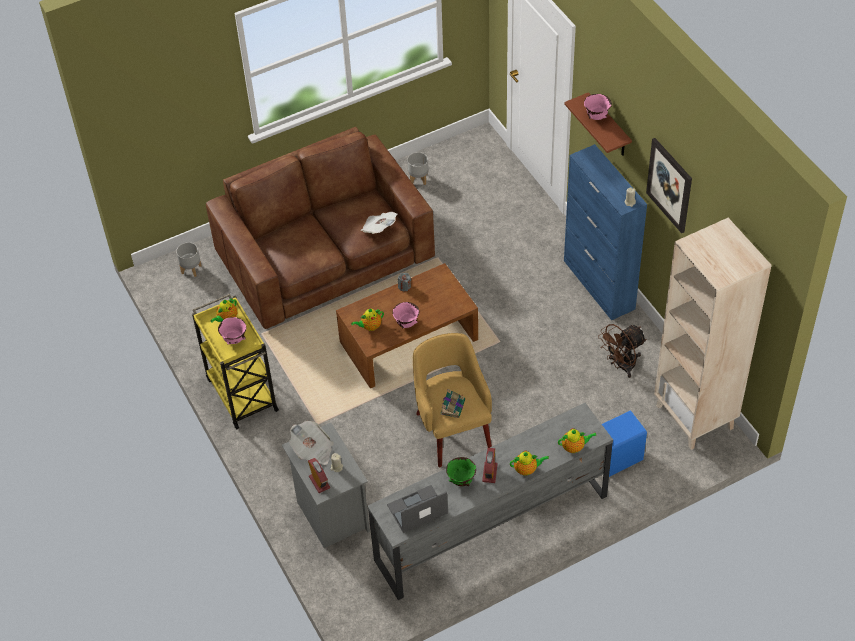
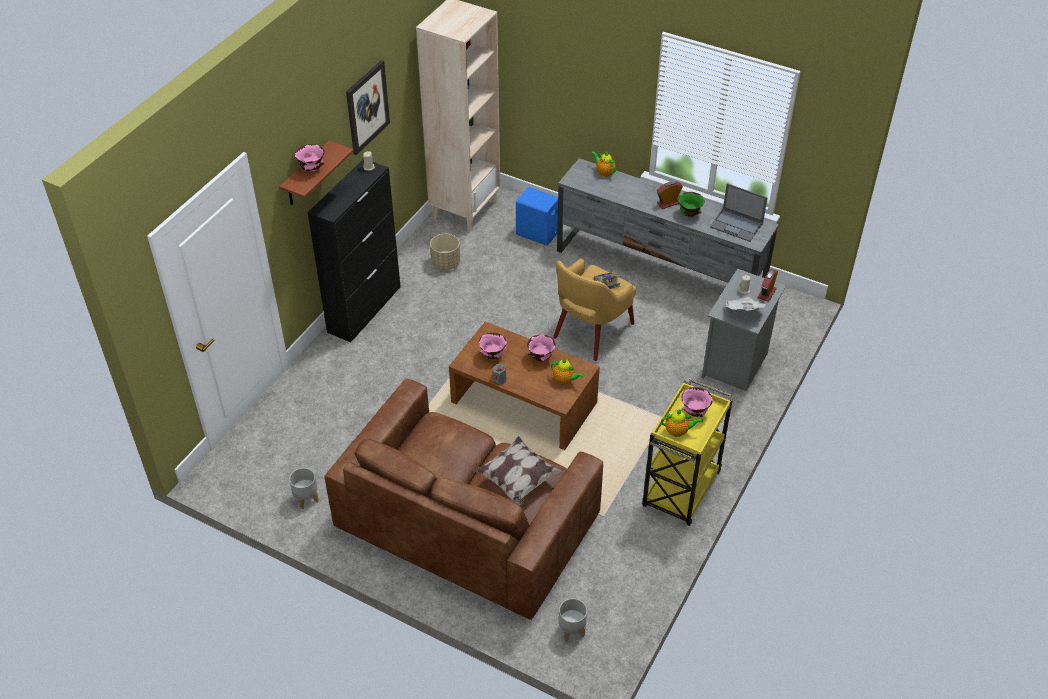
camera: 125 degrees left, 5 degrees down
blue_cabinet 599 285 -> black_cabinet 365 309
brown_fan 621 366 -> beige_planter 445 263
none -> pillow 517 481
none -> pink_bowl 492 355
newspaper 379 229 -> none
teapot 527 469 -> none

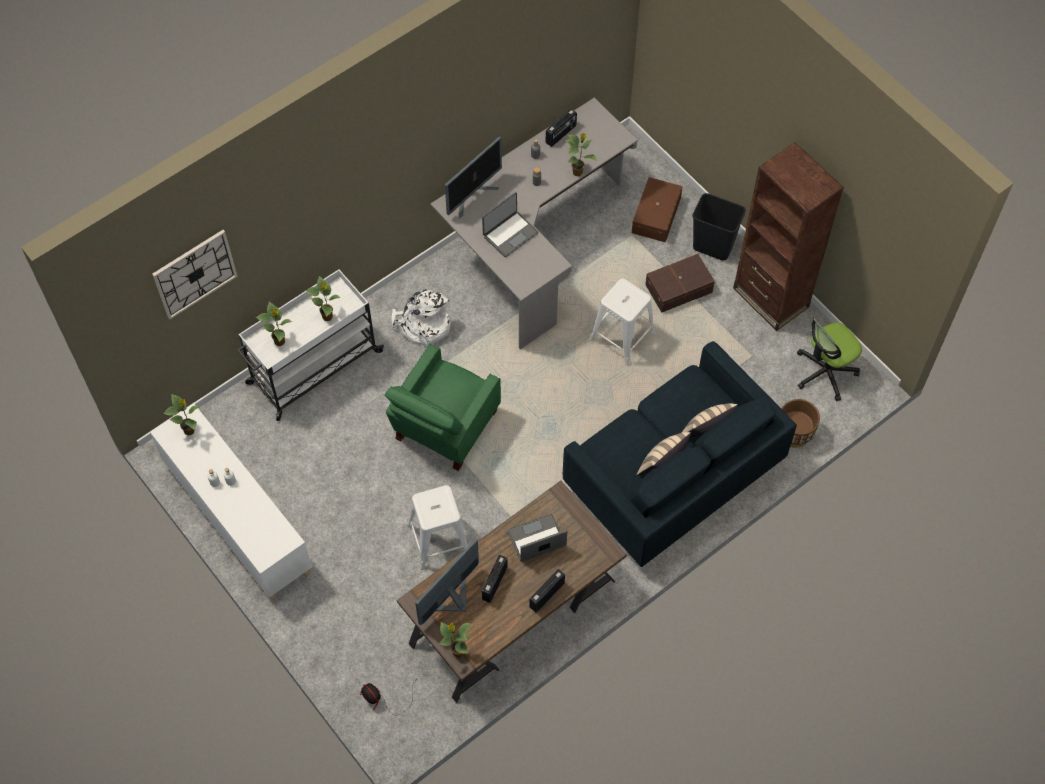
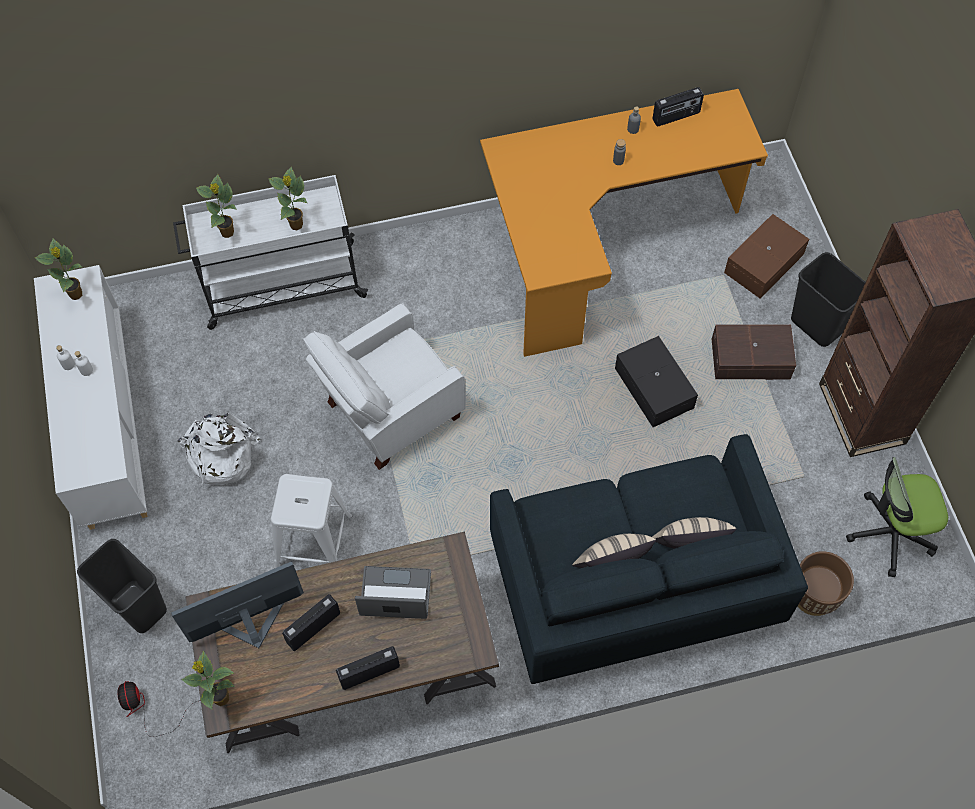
camera: 25 degrees right, 0 degrees up
none -> black_trash_can 137 607
white_backpack 423 324 -> white_backpack 220 455, moved
green_armchair 443 427 -> white_armchair 389 411
grey_desk 532 245 -> orange_desk 599 243
white_stool 622 337 -> black_storage_box 653 389
wall_clock 195 273 -> none
monitor 472 195 -> none
laptop 510 234 -> none
potted_plant 578 172 -> none

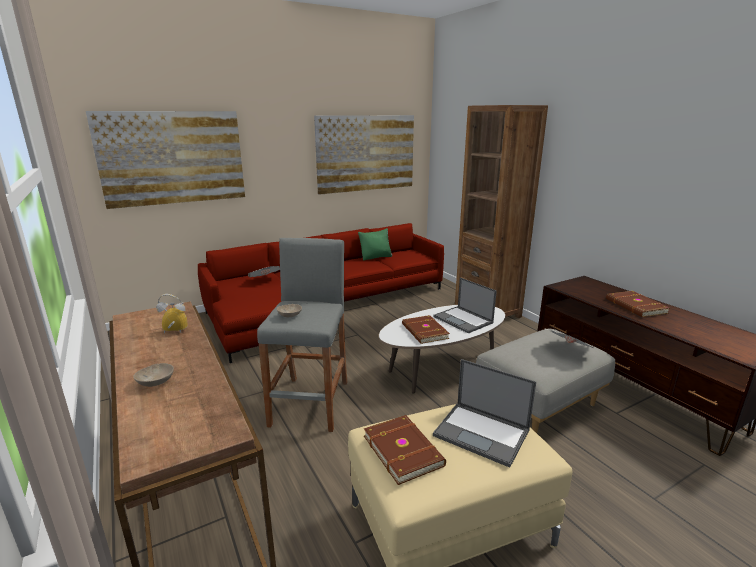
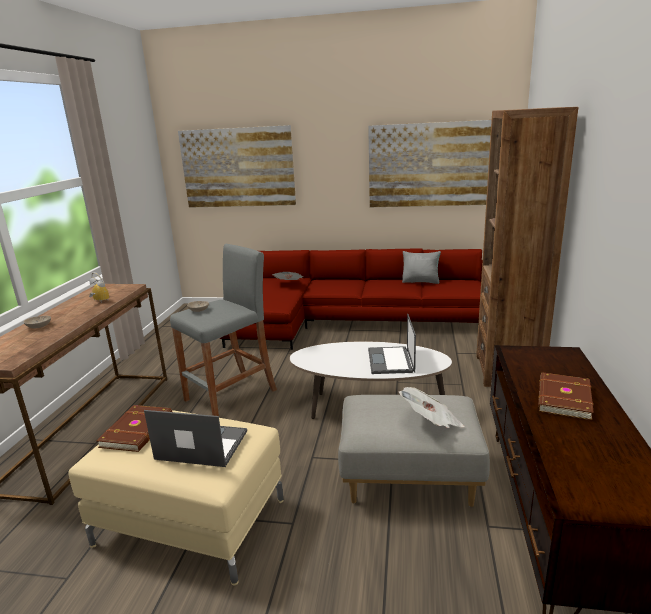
camera: 40 degrees right, 0 degrees up
laptop 482 433 -> laptop 200 445, 120 degrees clockwise
green_pillow 376 257 -> grey_pillow 421 281
brown_book 424 331 -> none

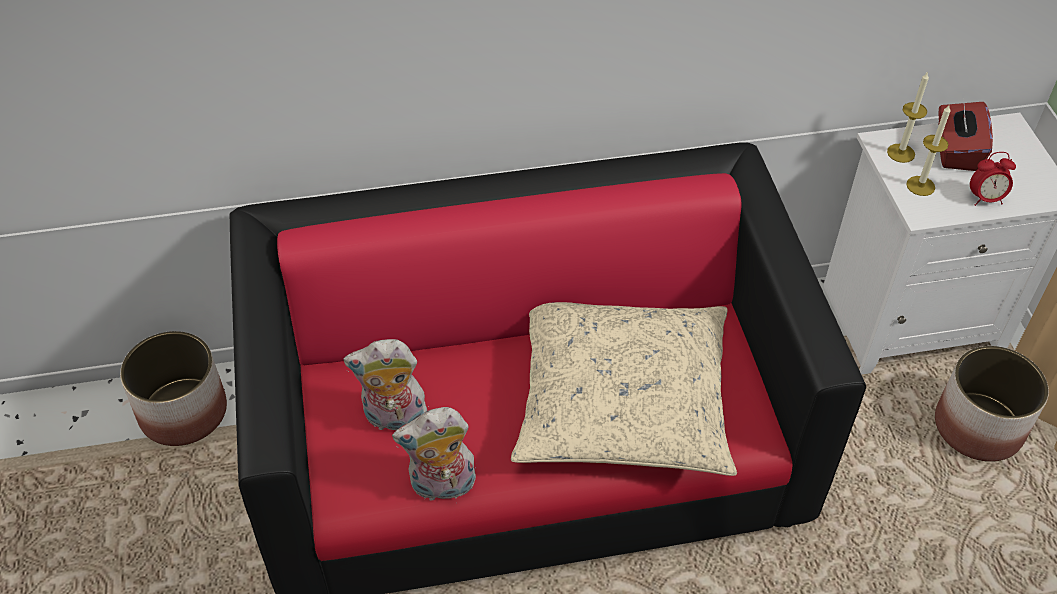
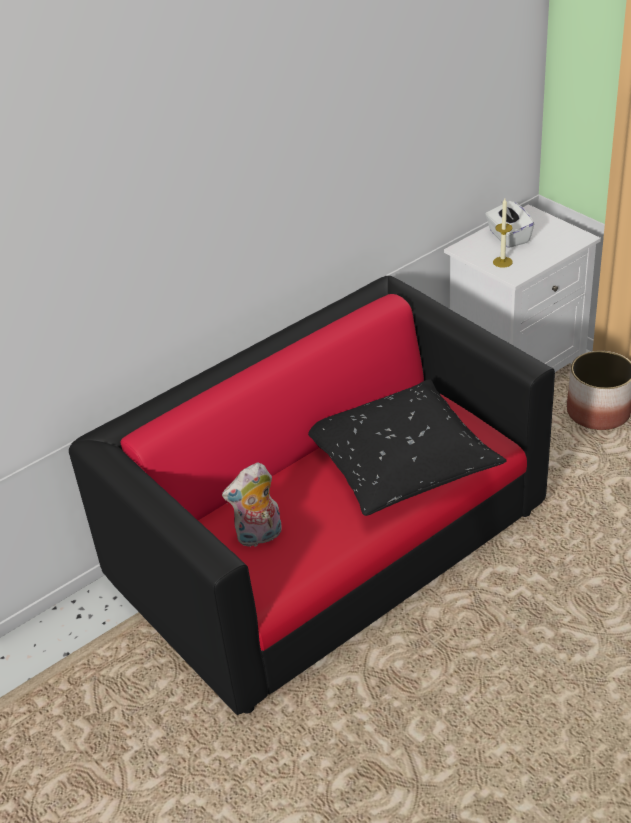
camera: 25 degrees left, 10 degrees down
beige_pillow 622 401 -> black_pillow 400 461
red_tissue_box 955 151 -> white_tissue_box 508 237
planter 184 411 -> none
plush_toy 441 487 -> none
candle 901 153 -> none
alarm_clock 985 199 -> none

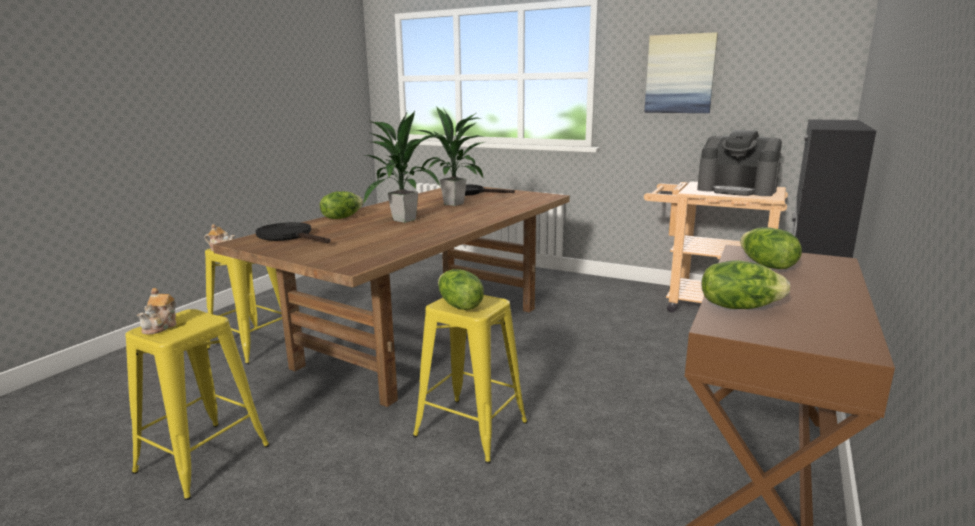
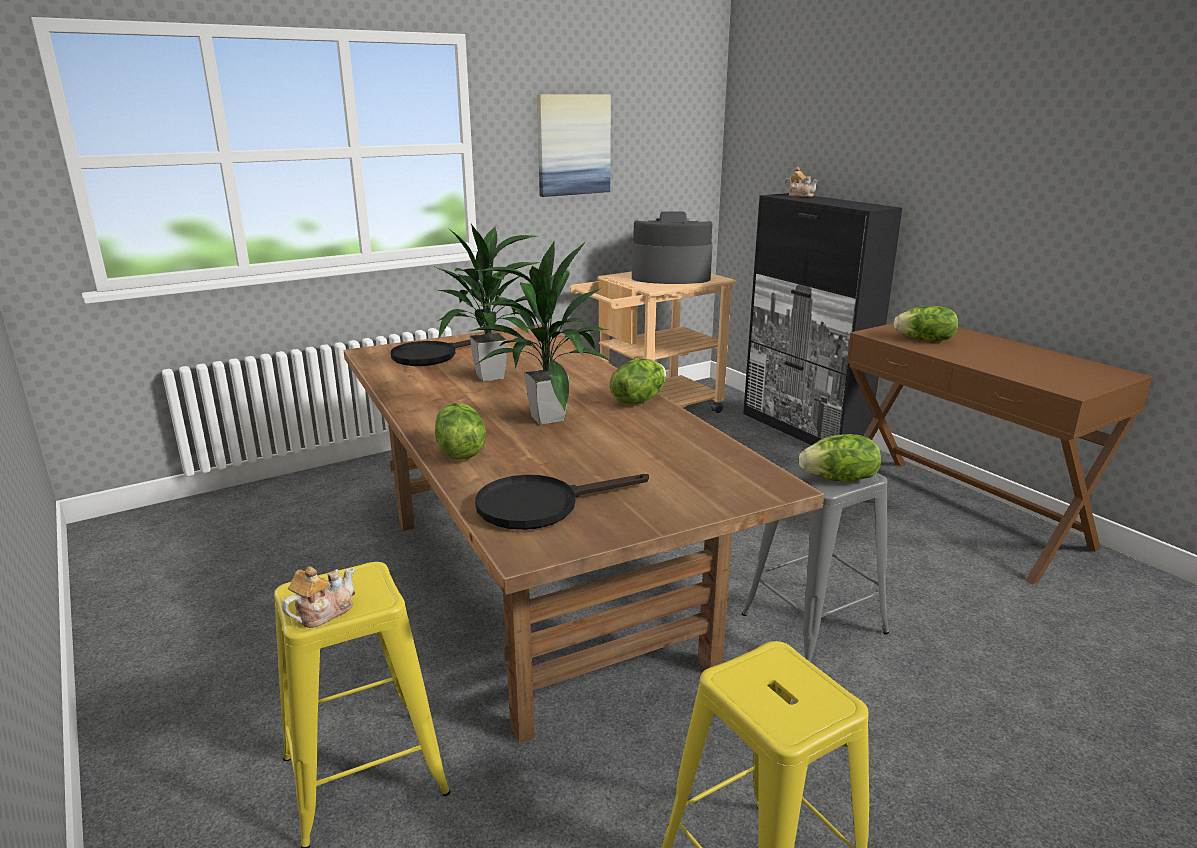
camera: 60 degrees left, 5 degrees up
lettuce 738 306 -> lettuce 638 400, moved
coffee_machine 737 190 -> coffee_machine 670 277, 150 degrees counterclockwise
yellow_stool 471 429 -> grey_stool 814 623
teapot 161 326 -> teapot 800 195, moved

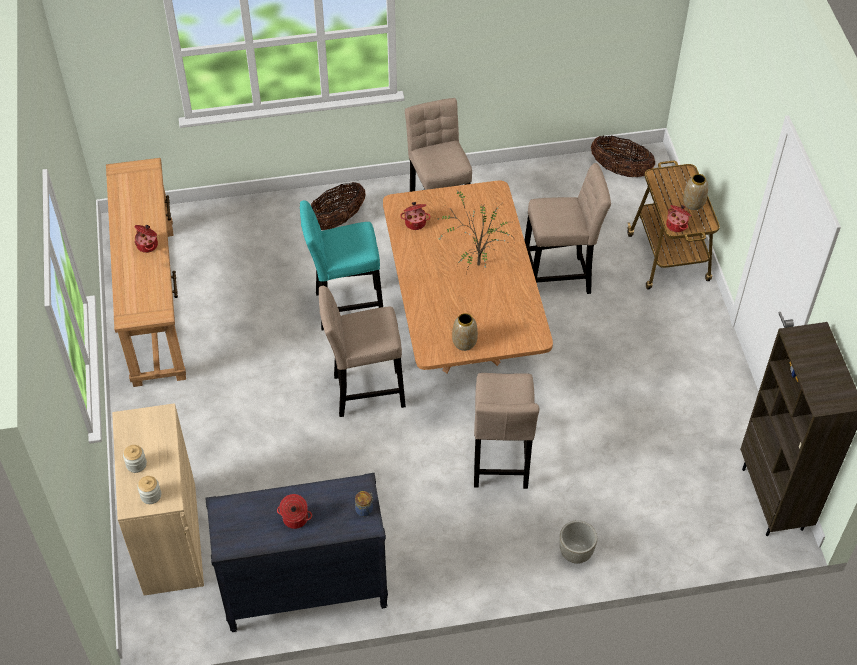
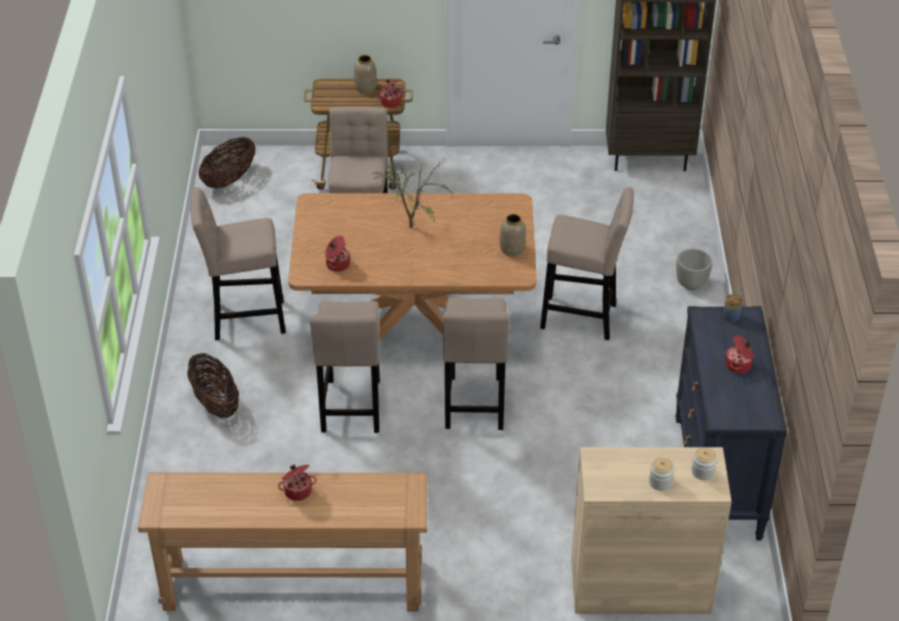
camera: 80 degrees left, 10 degrees down
turquoise_stool 345 307 -> beige_stool 351 410

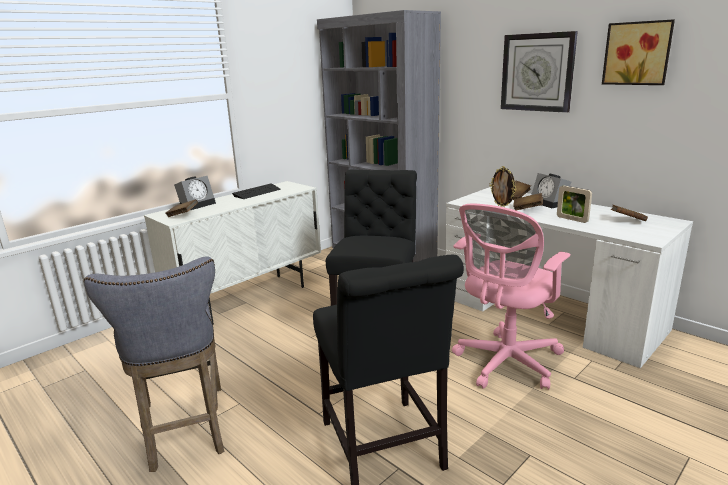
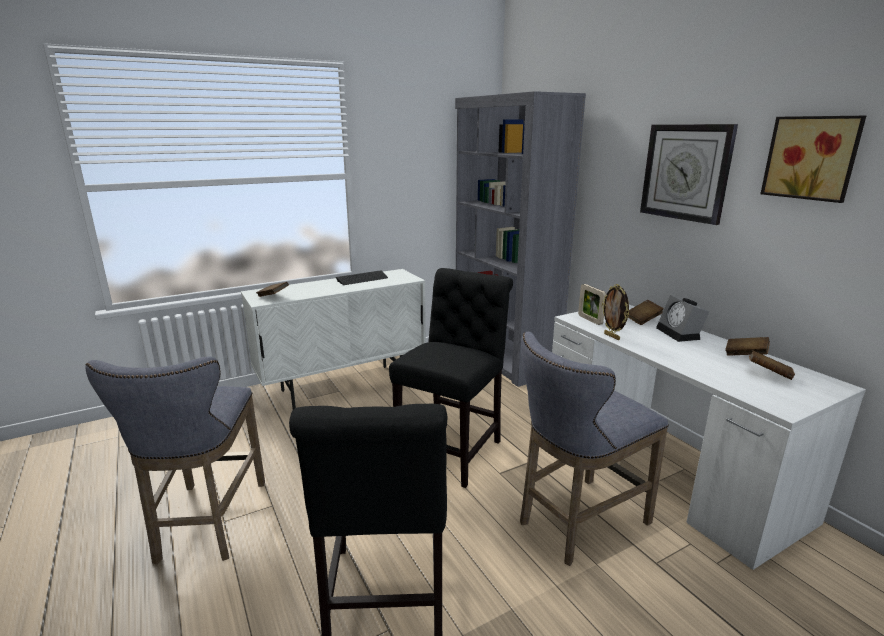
camera: 15 degrees right, 0 degrees up
pink_office_chair 505 364 -> grey_stool 577 523
picture_frame 572 219 -> picture_frame 590 320, moved
brown_book 527 209 -> brown_book 745 355, moved
alarm_clock 197 204 -> none

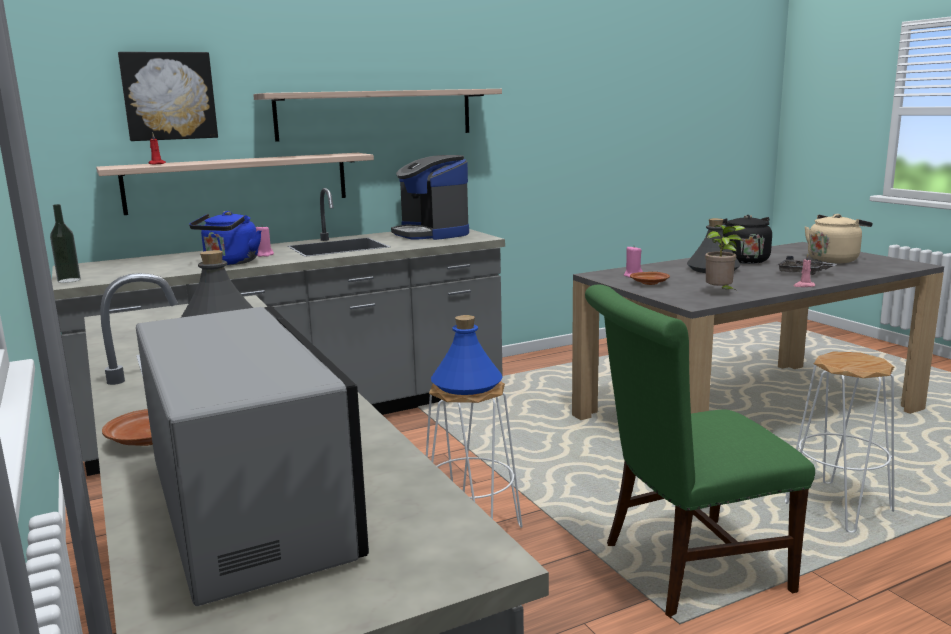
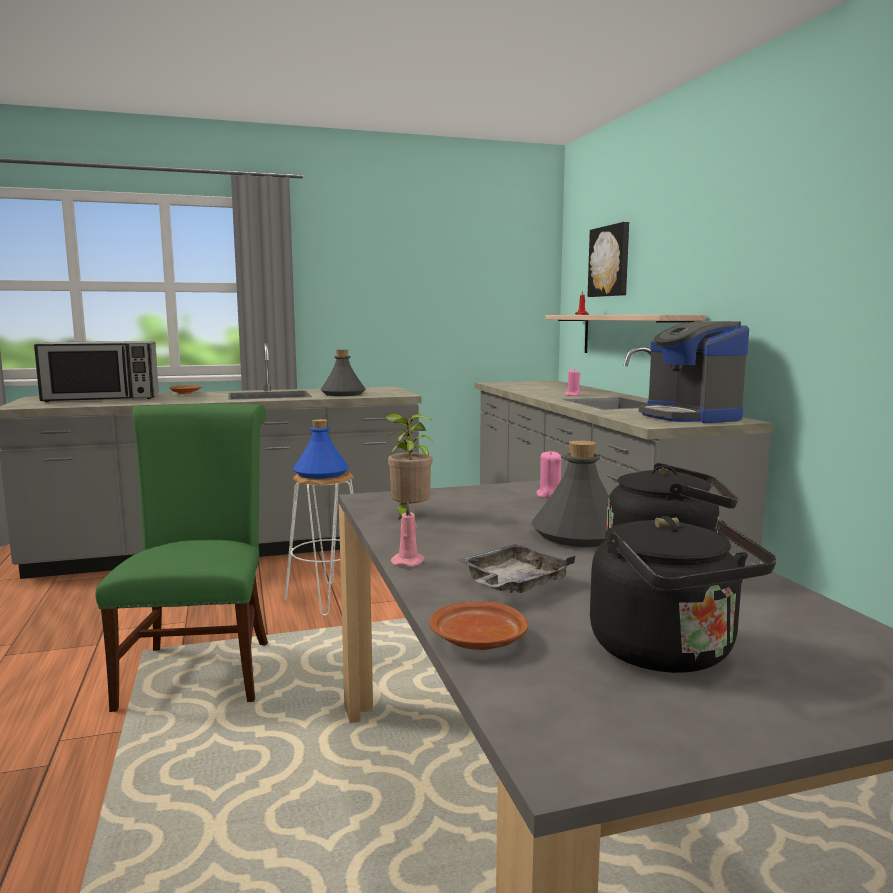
camera: 100 degrees right, 5 degrees down
brown_plate 650 283 -> brown_plate 478 641, moved
beige_kettle 834 260 -> black_kettle 669 654
coffee_machine 431 233 -> coffee_machine 690 416, 90 degrees counterclockwise
bottle 69 280 -> none
blue_kettle 230 263 -> none
shelf 376 114 -> none
white_stool 837 507 -> none

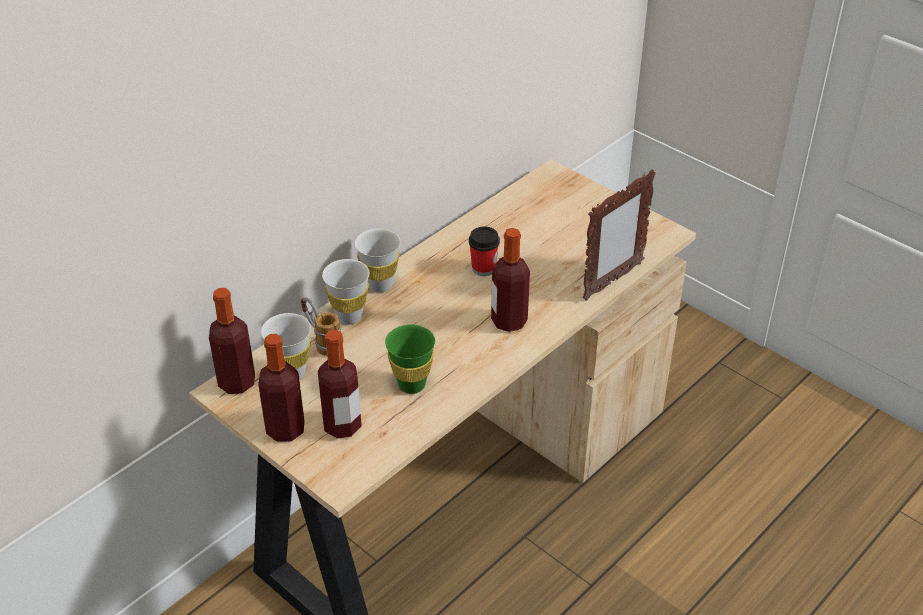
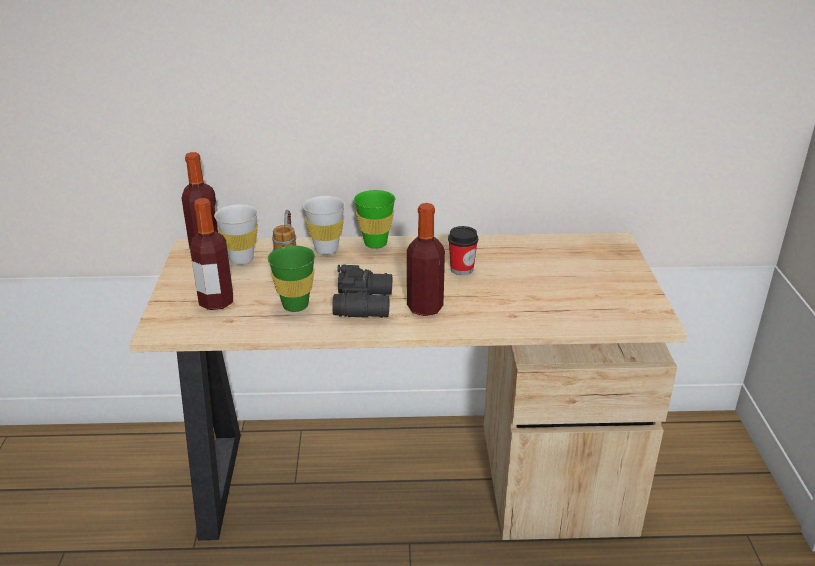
camera: 45 degrees right, 10 degrees down
none -> black_binoculars 365 303
white_cup 380 285 -> green_cup 375 243
bottle 285 429 -> none
picture_frame 612 281 -> none

